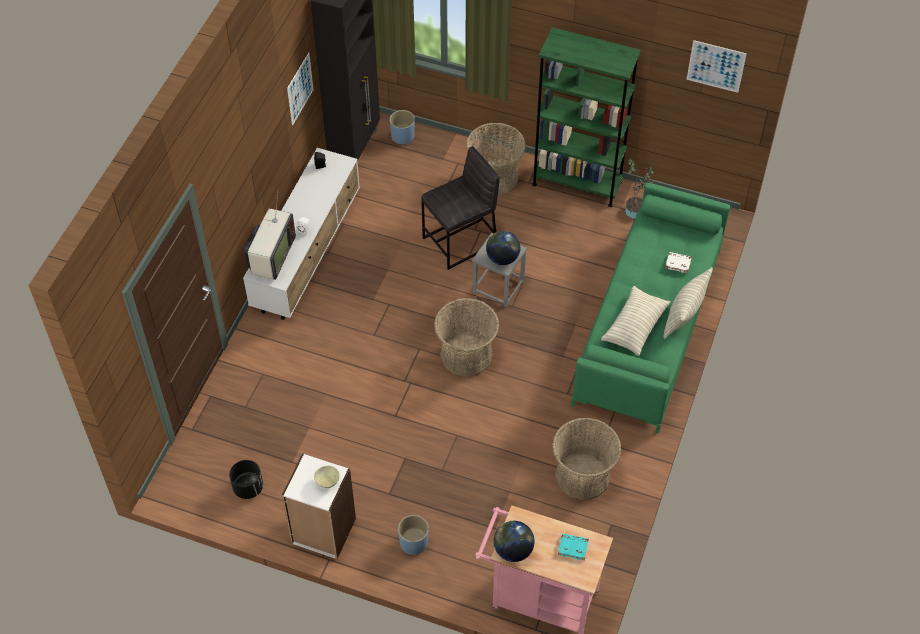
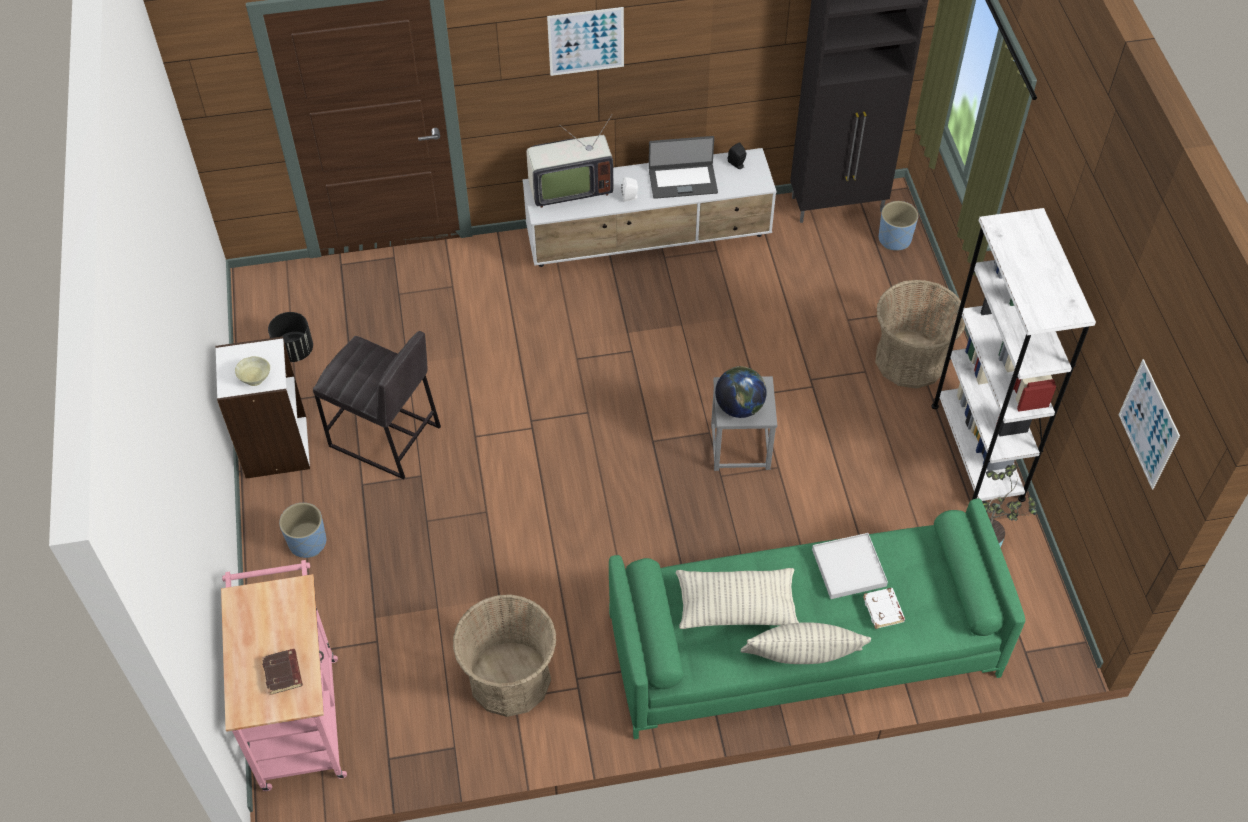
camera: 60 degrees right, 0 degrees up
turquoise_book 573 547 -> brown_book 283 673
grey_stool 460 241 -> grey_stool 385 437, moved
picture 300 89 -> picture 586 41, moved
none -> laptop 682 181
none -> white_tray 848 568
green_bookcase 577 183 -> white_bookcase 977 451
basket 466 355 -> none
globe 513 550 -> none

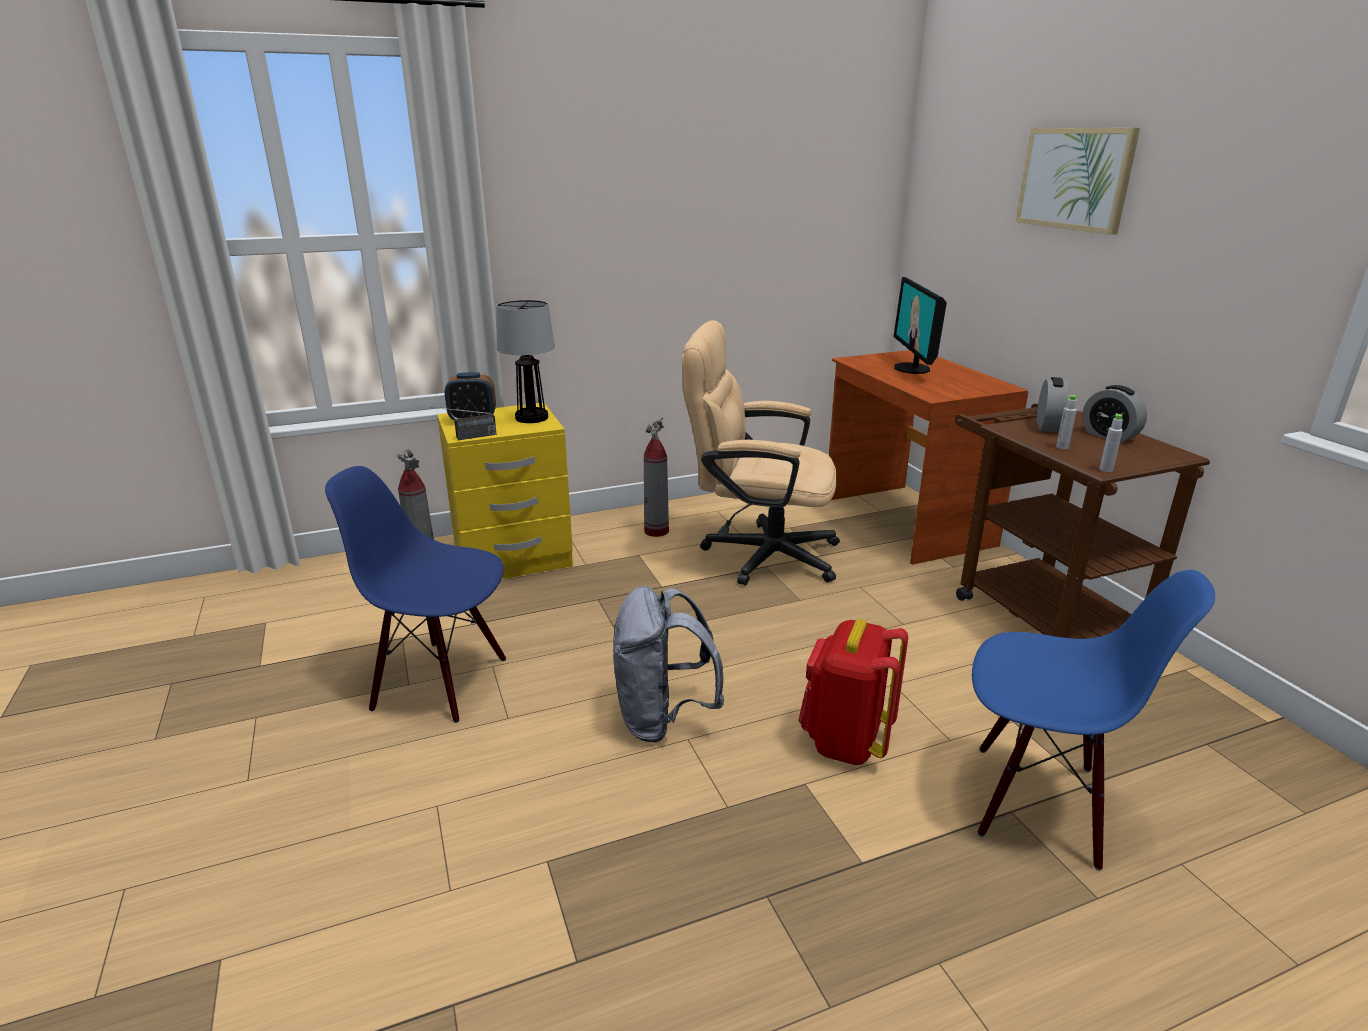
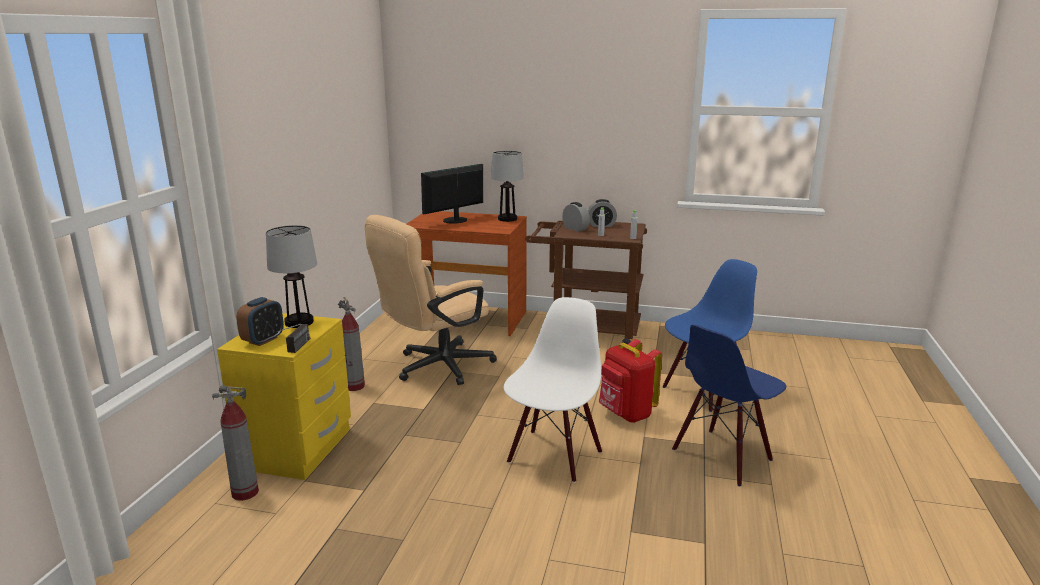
camera: 55 degrees left, 5 degrees down
monitor 913 368 -> monitor 455 220, 105 degrees clockwise
none -> table_lamp 507 219
grey_backpack 662 718 -> white_chair 553 456
blue_chair 441 682 -> blue_chair 722 456, moved
picture 1075 179 -> none

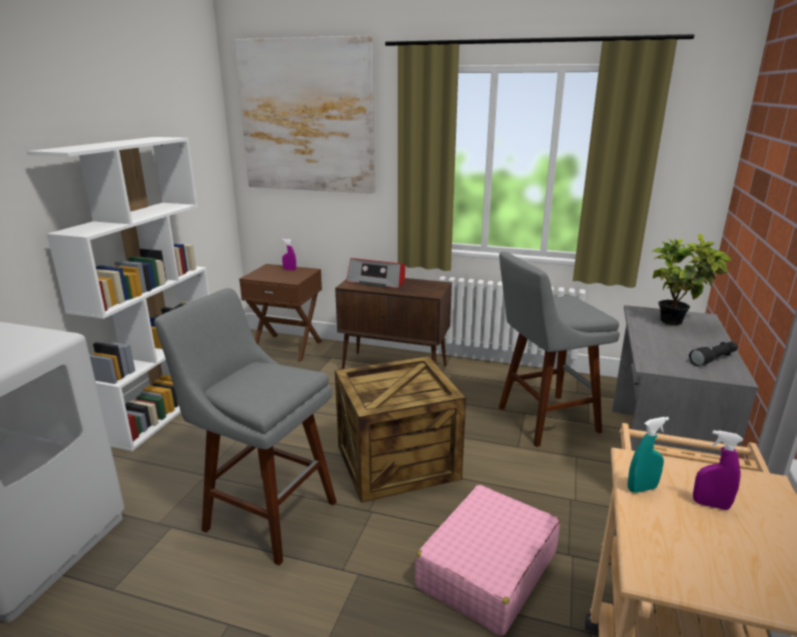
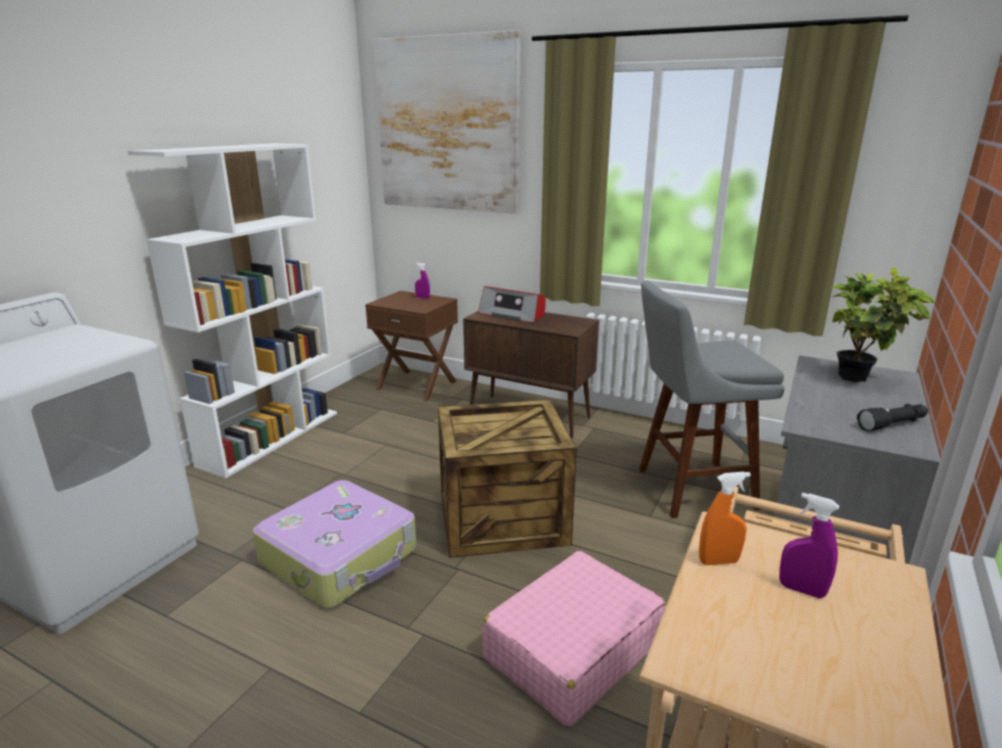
camera: 10 degrees right, 0 degrees up
grey_stool 264 513 -> suitcase 341 556
turquoise_spray_bottle 642 488 -> orange_spray_bottle 718 561

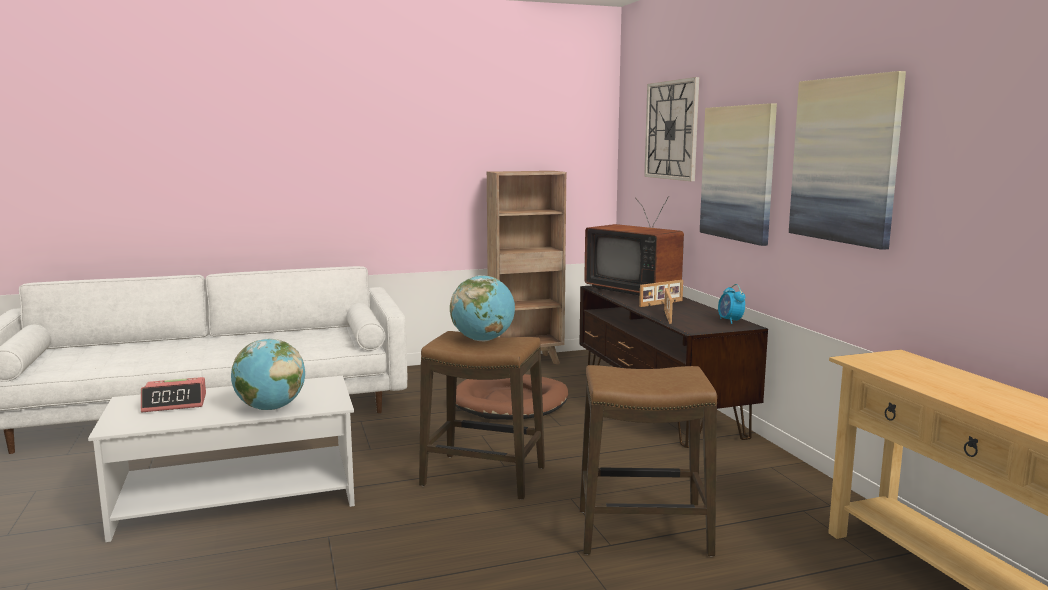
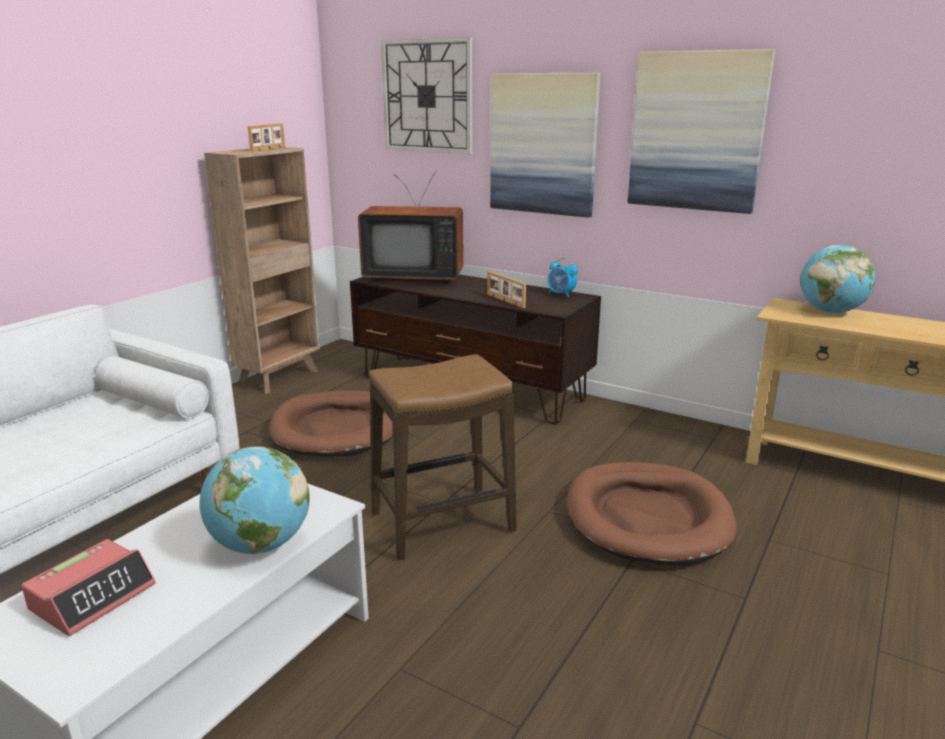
camera: 40 degrees left, 10 degrees up
picture_frame 661 304 -> picture_frame 269 149, moved
stool 643 532 -> brown_dog_bed 647 518
globe 483 340 -> globe 830 312, moved

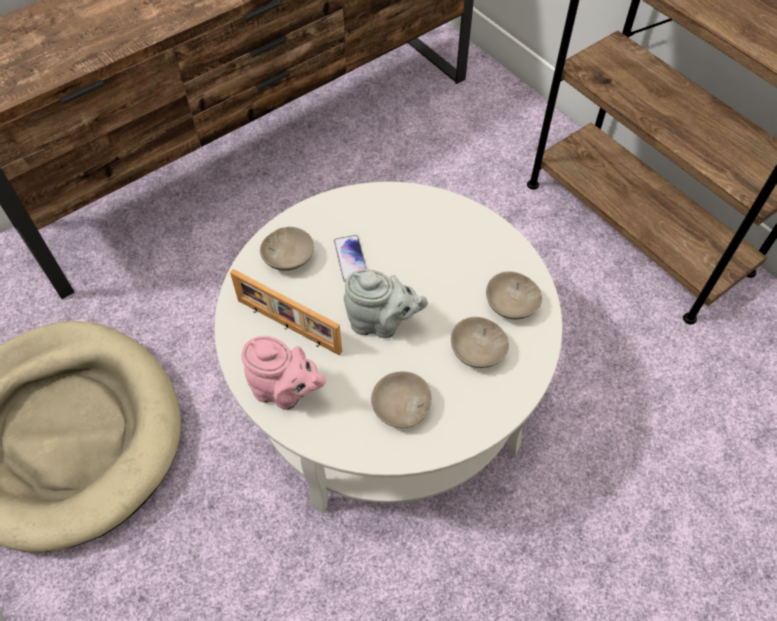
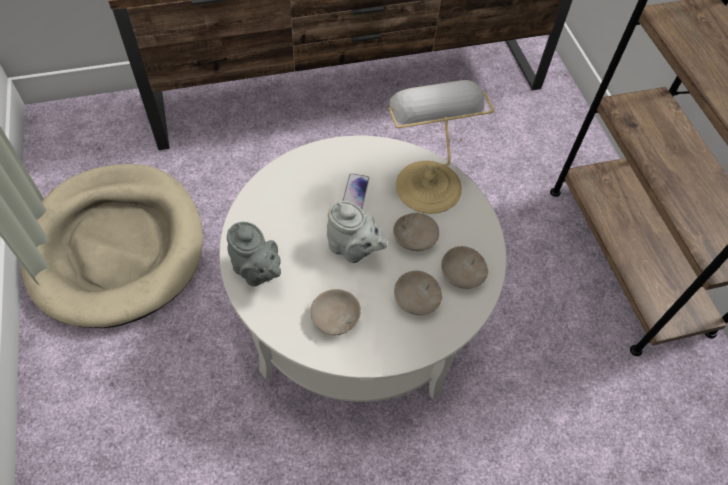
camera: 20 degrees right, 0 degrees up
pink_teapot 285 391 -> grey_teapot 256 272
none -> table_lamp 427 183
beige_bowl 289 259 -> beige_bowl 414 240, moved
picture_frame 288 327 -> none

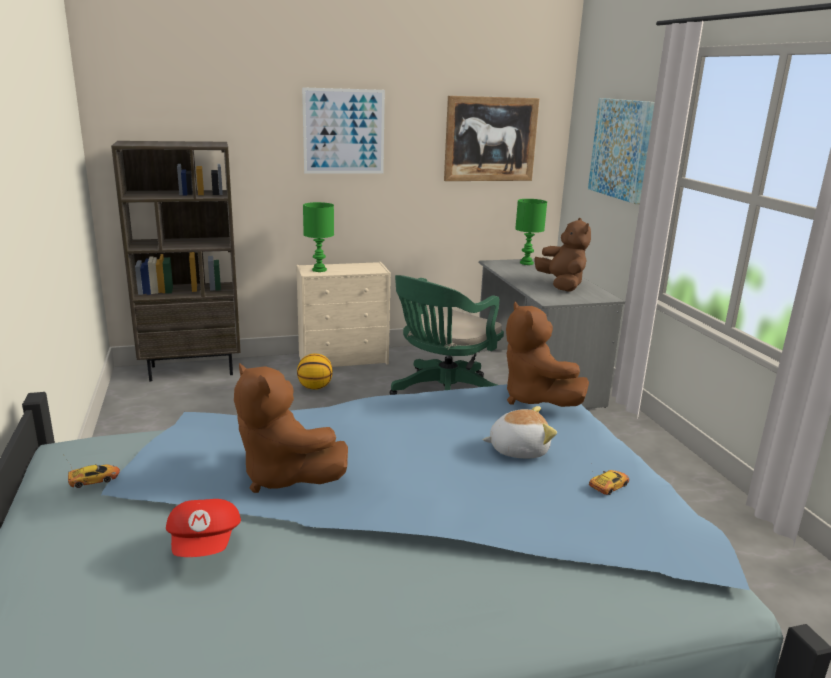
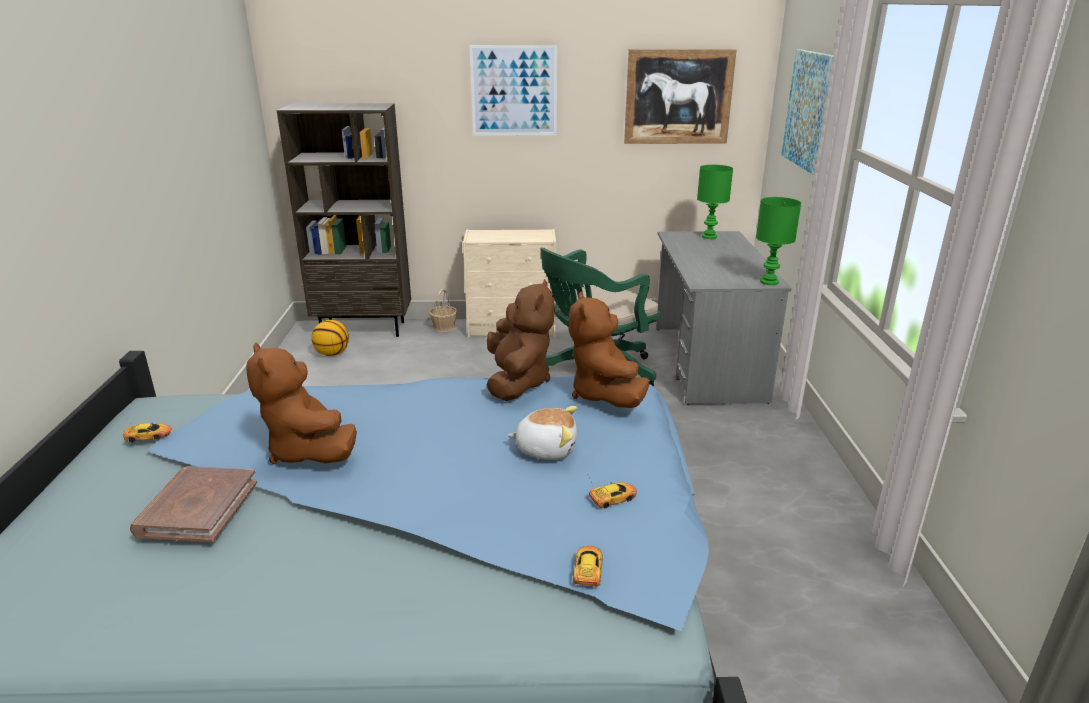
camera: 15 degrees right, 5 degrees up
red_cap 206 544 -> brown_book 197 508
basketball 315 387 -> basketball 332 354, moved
none -> basket 444 327
brown_plush_toy 561 285 -> brown_plush_toy 517 382, moved
none -> toy_car 588 569
green_table_lamp 319 270 -> green_table_lamp 768 281, moved

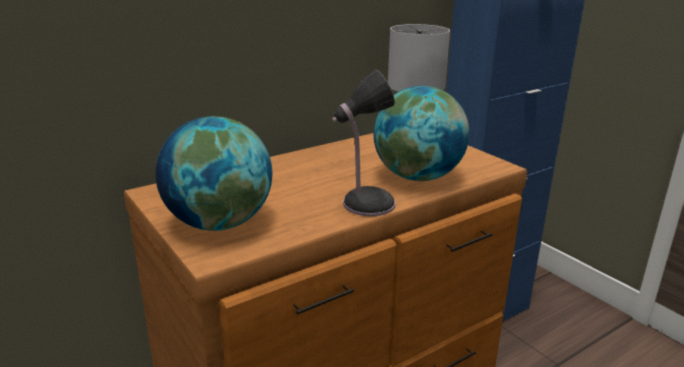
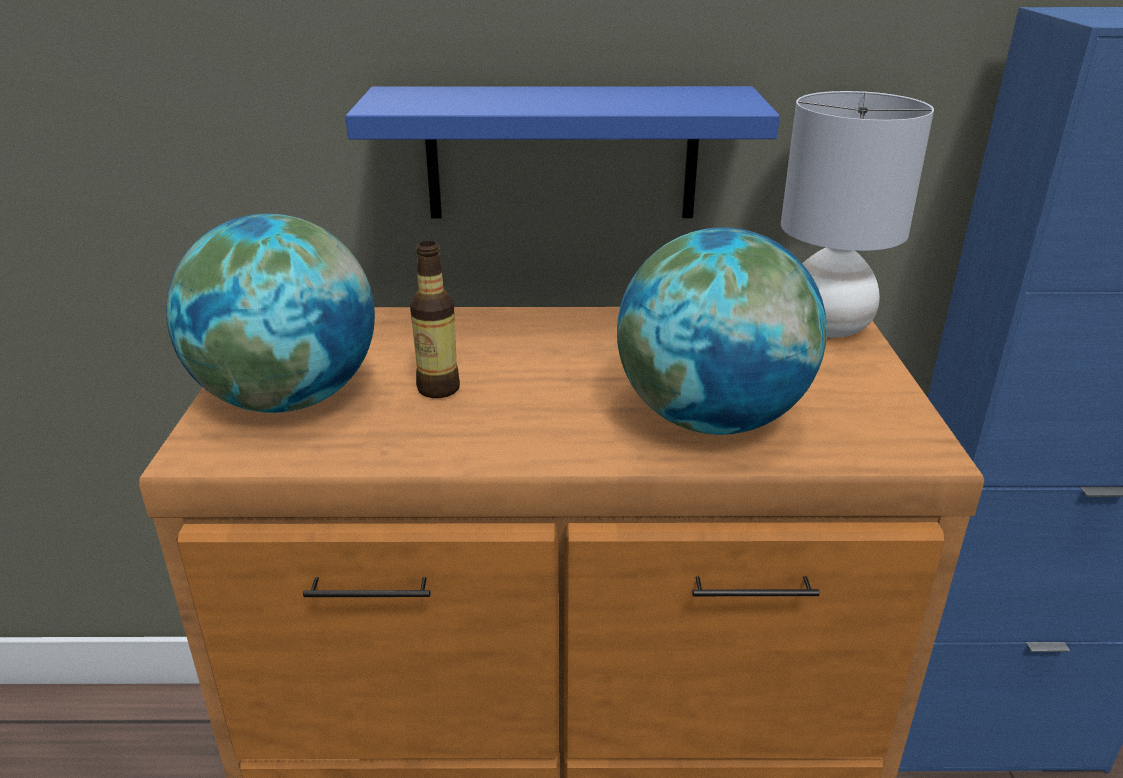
camera: 35 degrees right, 5 degrees up
none -> blue_shelf 562 153
none -> bottle 438 389
table_lamp 365 204 -> none

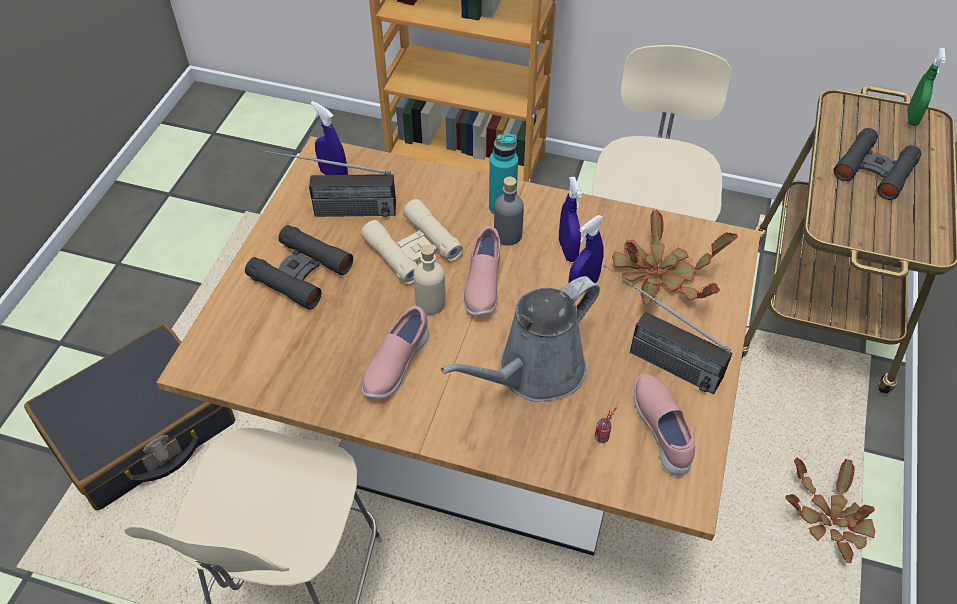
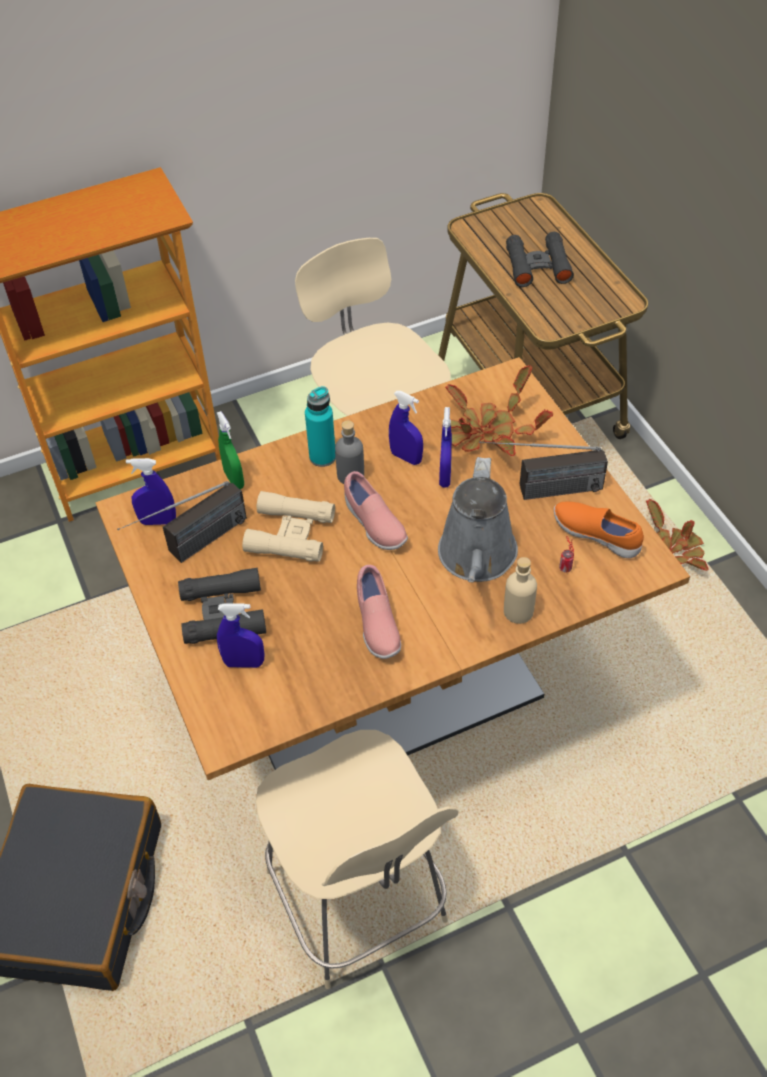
camera: 40 degrees left, 0 degrees up
green_spray_bottle 912 118 -> green_spray_bottle 234 479, moved
none -> blue_spray_bottle 244 663
beige_bottle 430 303 -> beige_bottle 518 611, moved
pink_shoe 662 430 -> orange_shoe 596 535

